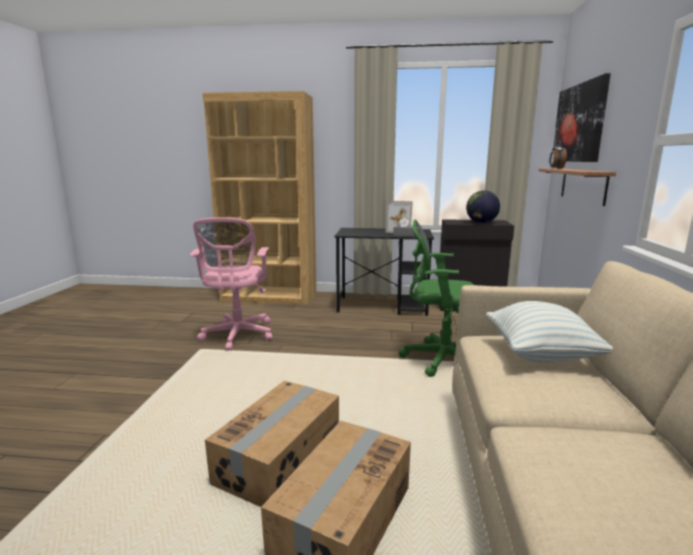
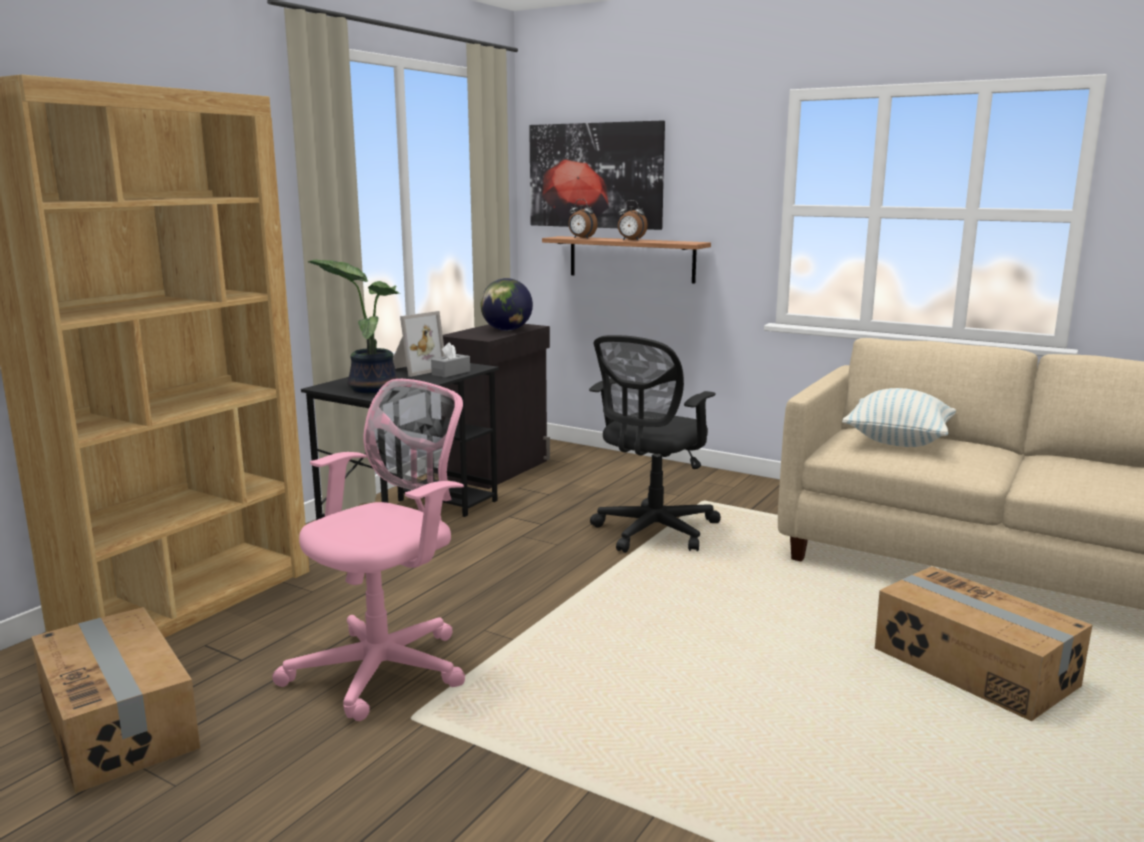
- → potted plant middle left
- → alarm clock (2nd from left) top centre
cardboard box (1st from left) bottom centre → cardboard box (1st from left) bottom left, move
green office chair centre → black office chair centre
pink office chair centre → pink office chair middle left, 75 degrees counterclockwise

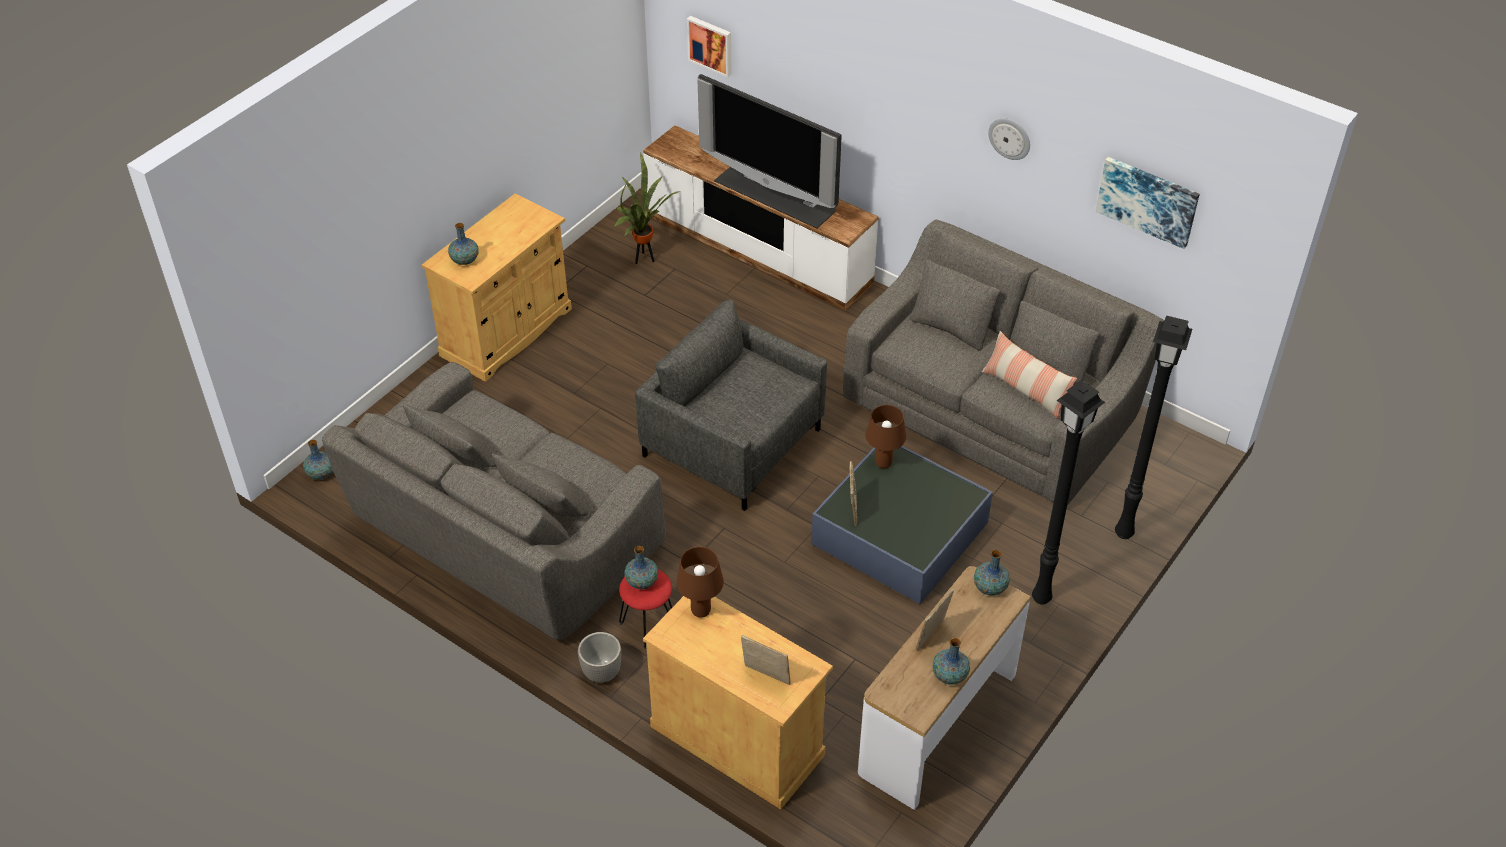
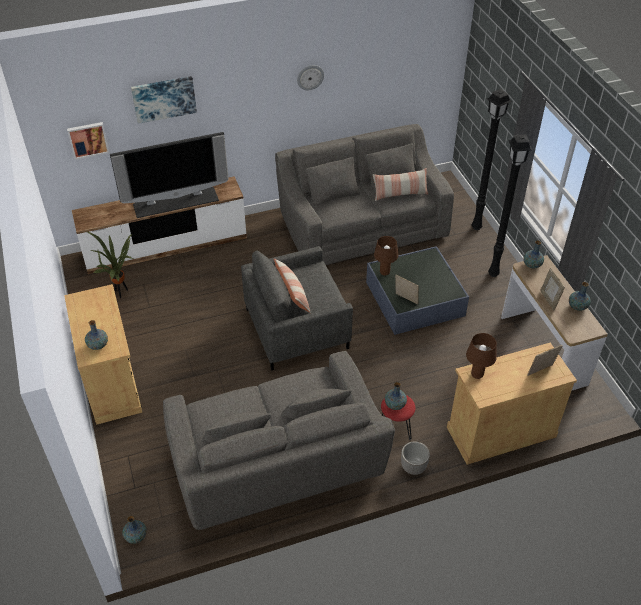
- → pillow (1st from left) centre
picture (2nd from left) top right → picture (2nd from left) top left, move

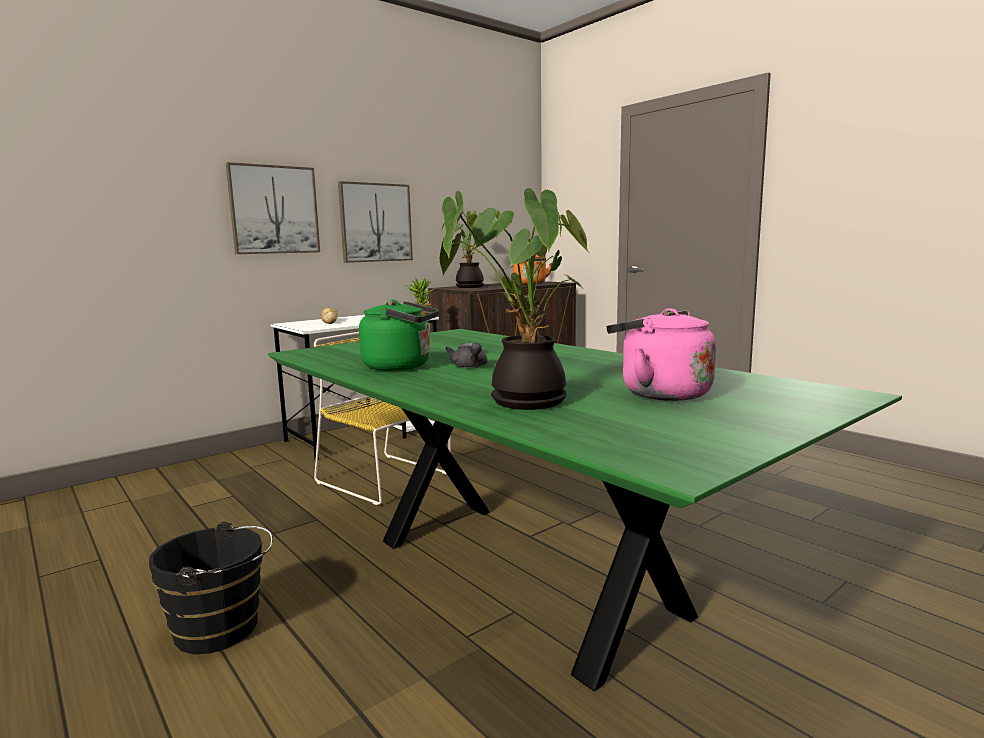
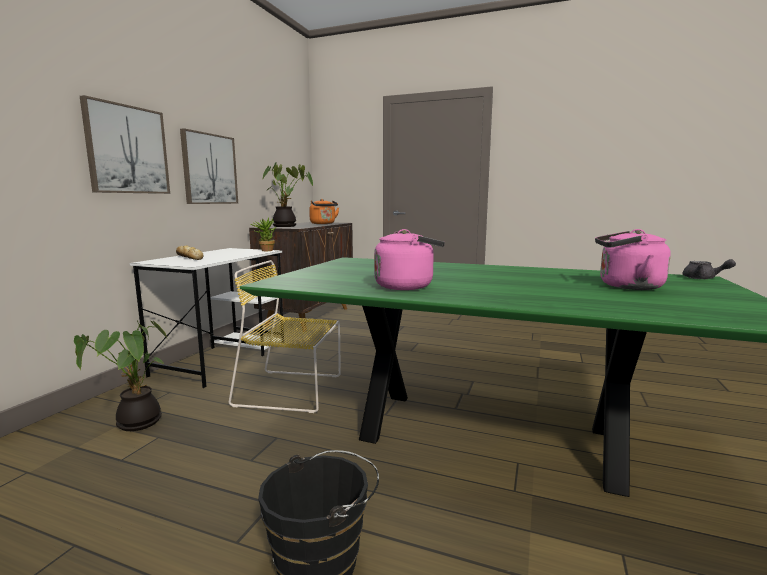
potted plant (3rd from left in the first image) centre → potted plant (1st from left) middle left, move
grey teapot centre → grey teapot middle right, move
green kettle centre → pink kettle (1st from left) centre

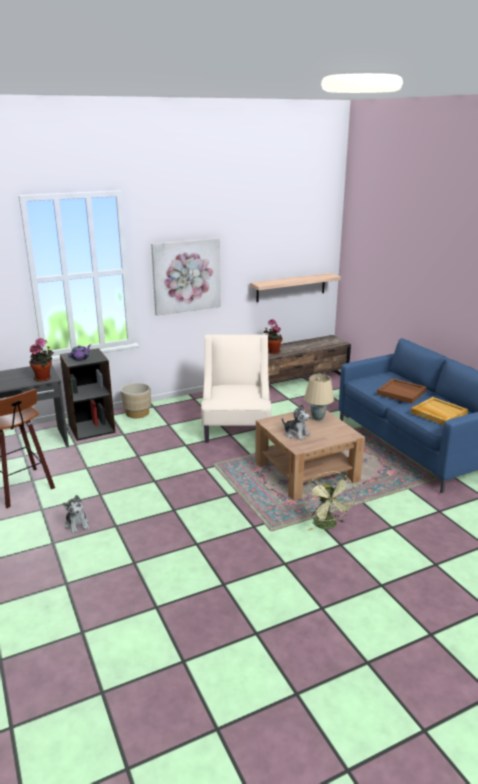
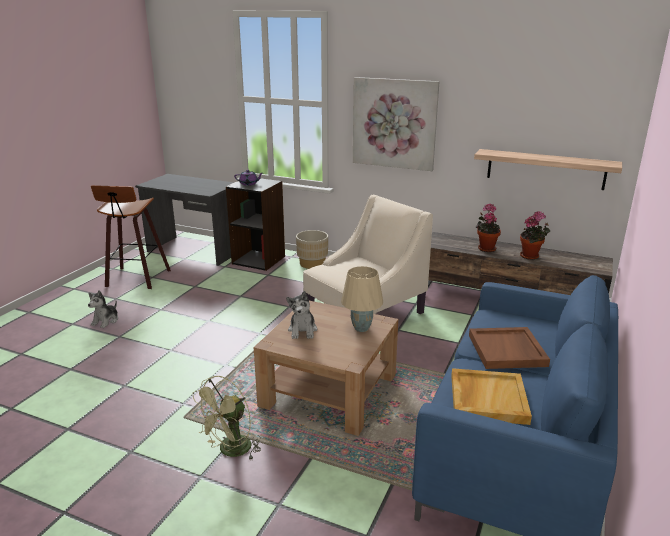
potted plant (1st from left in the first image) middle left → potted plant (2nd from left) middle right, move

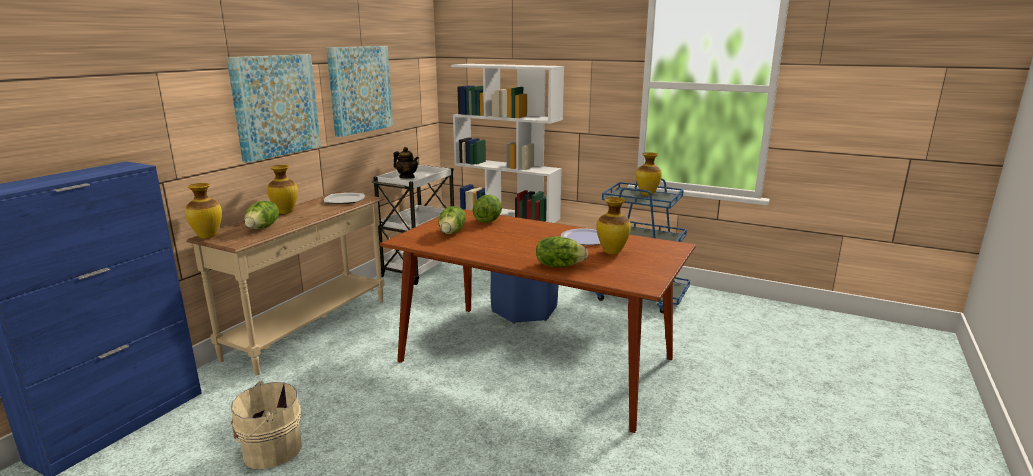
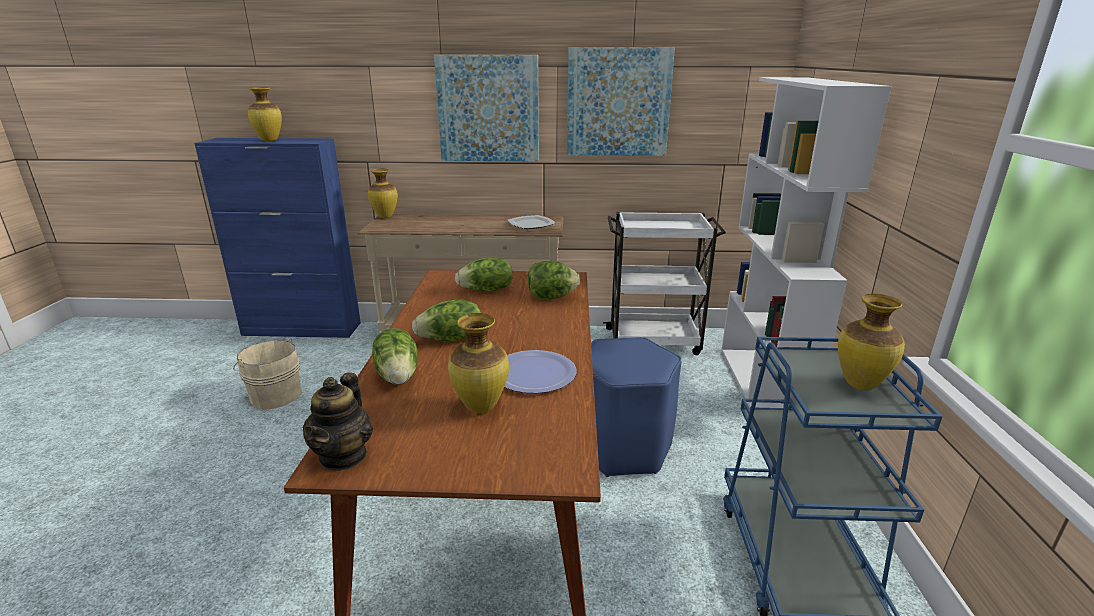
lettuce (1st from left in the first image) middle left → lettuce (2nd from left) centre, move
vase (2nd from left in the first image) middle left → vase (1st from left) top left, move
teapot centre → teapot bottom left, move

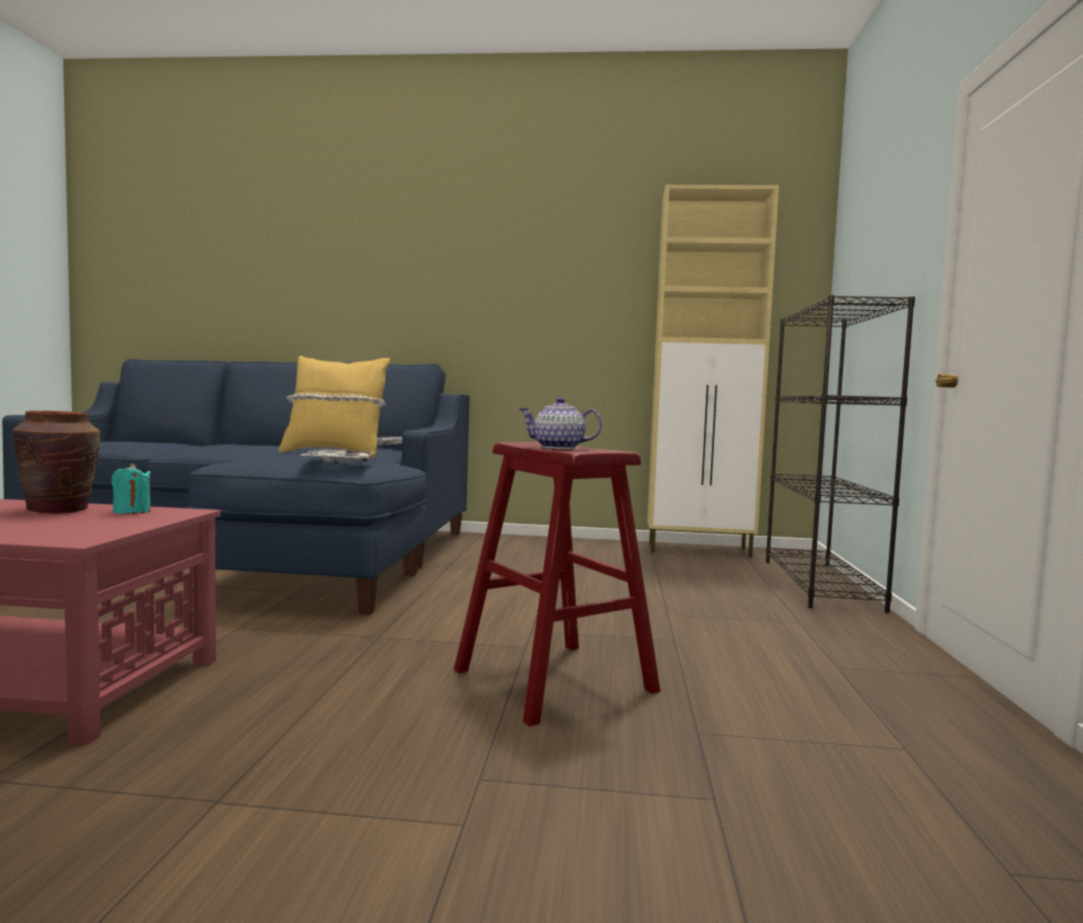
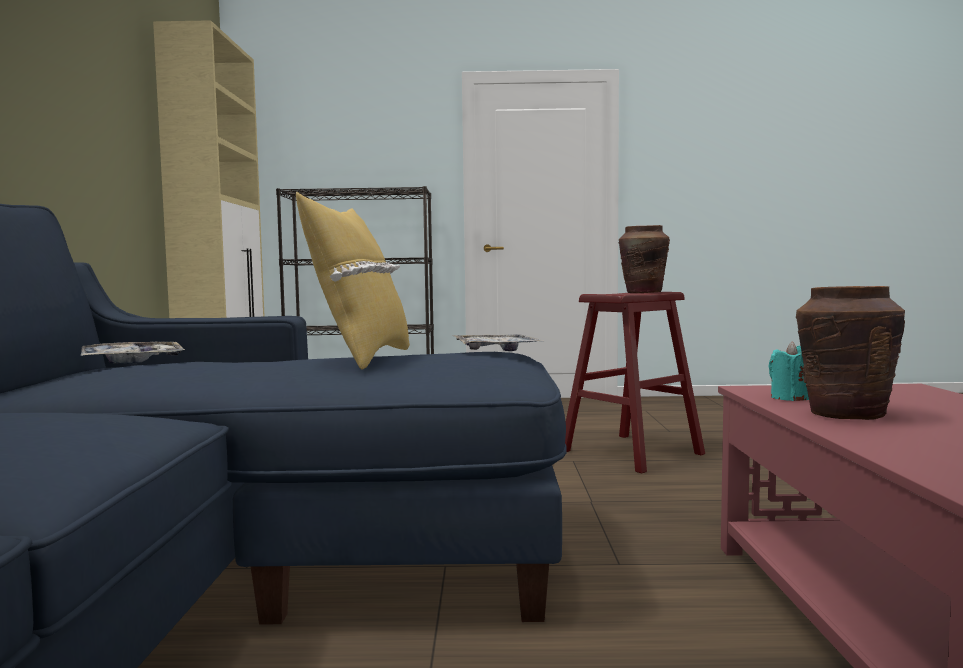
teapot centre → brown vase (1st from left) middle right

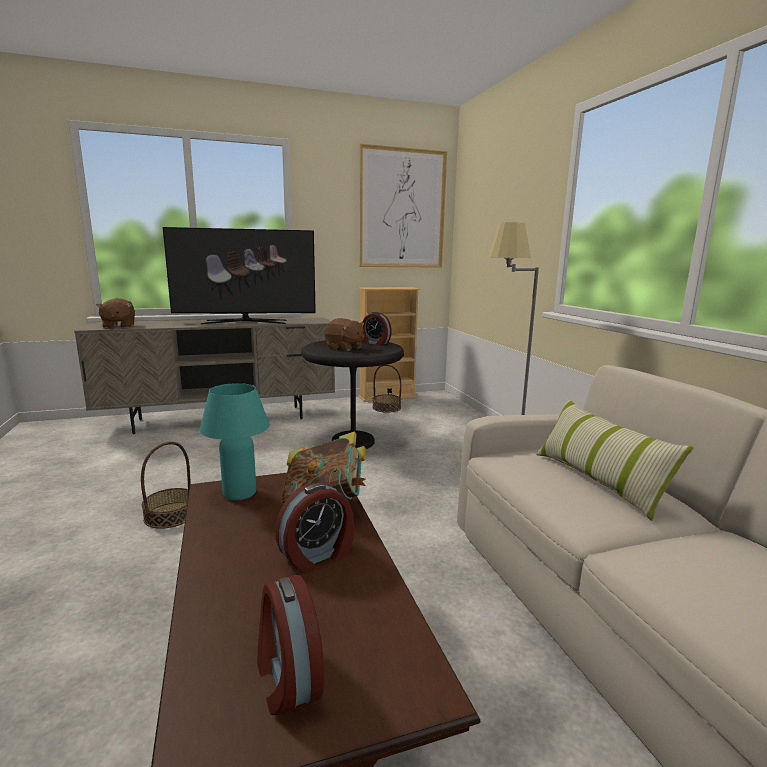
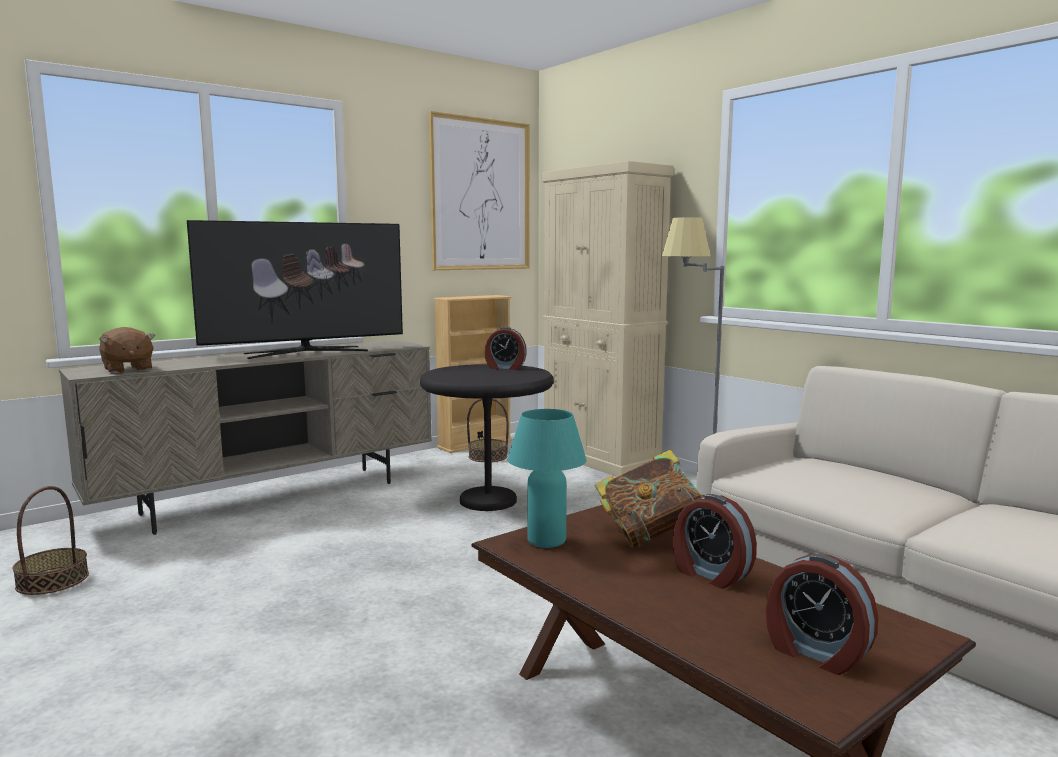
brown plush toy (2nd from left) centre → -
pillow middle right → -
- → beige cabinet centre
basket (1st from left) middle left → basket (1st from left) bottom left, move
alarm clock (2nd from left) bottom centre → alarm clock (2nd from left) bottom right, 105 degrees clockwise

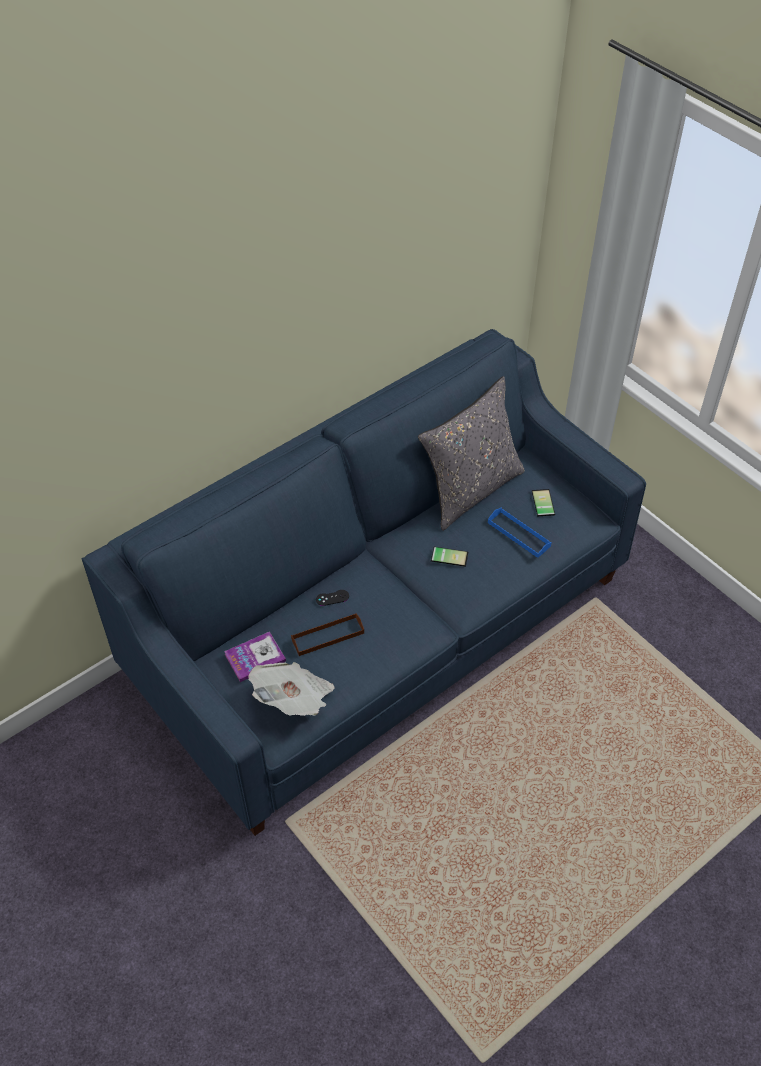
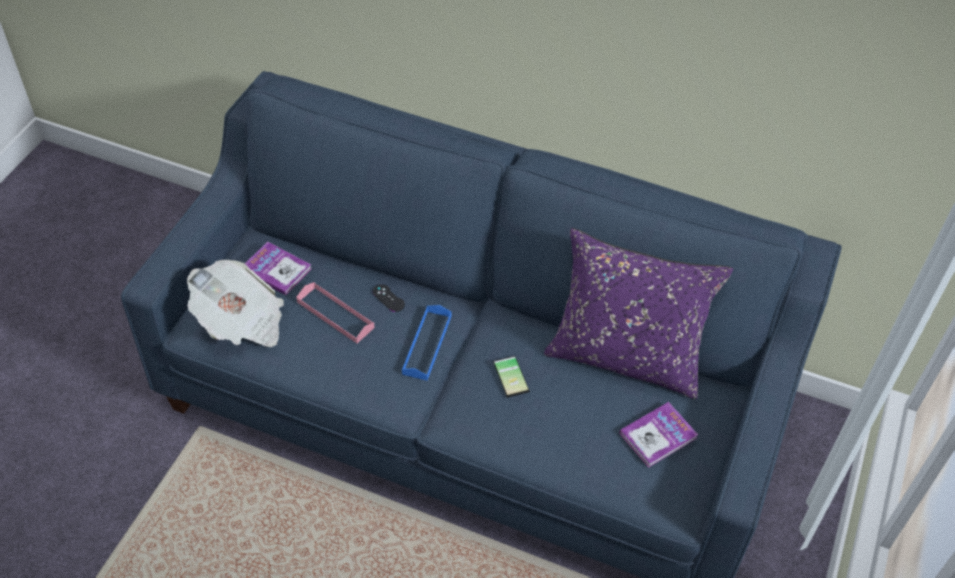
blue tray middle right → blue tray centre, move
phone (2nd from left) middle right → book (2nd from left) bottom right
brown tray centre → pink tray centre
grey pillow centre → purple pillow middle right

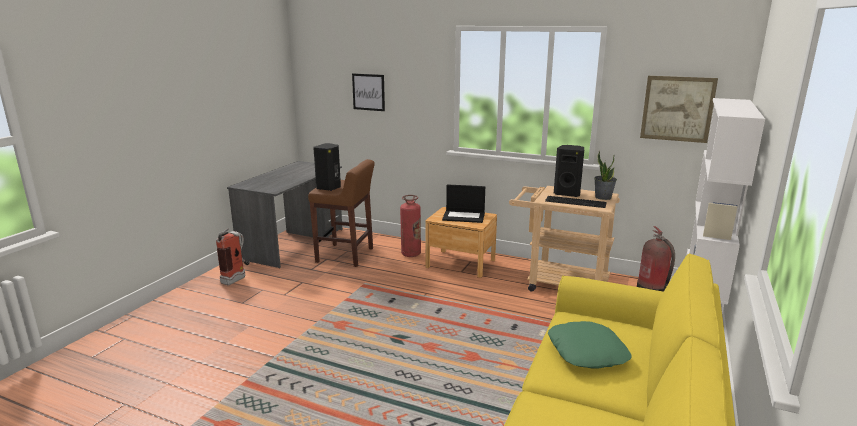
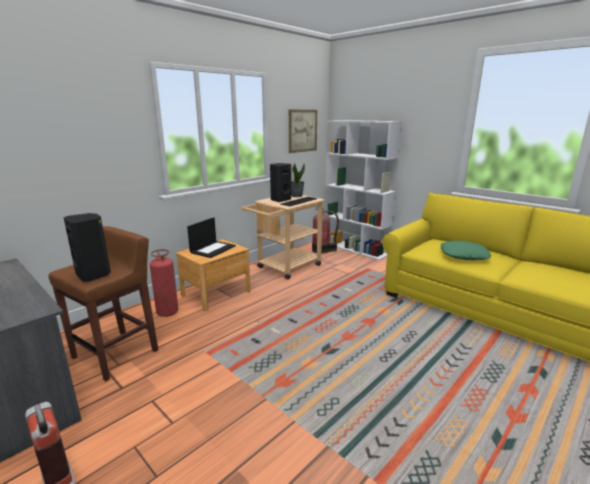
picture (1st from left) top centre → -

